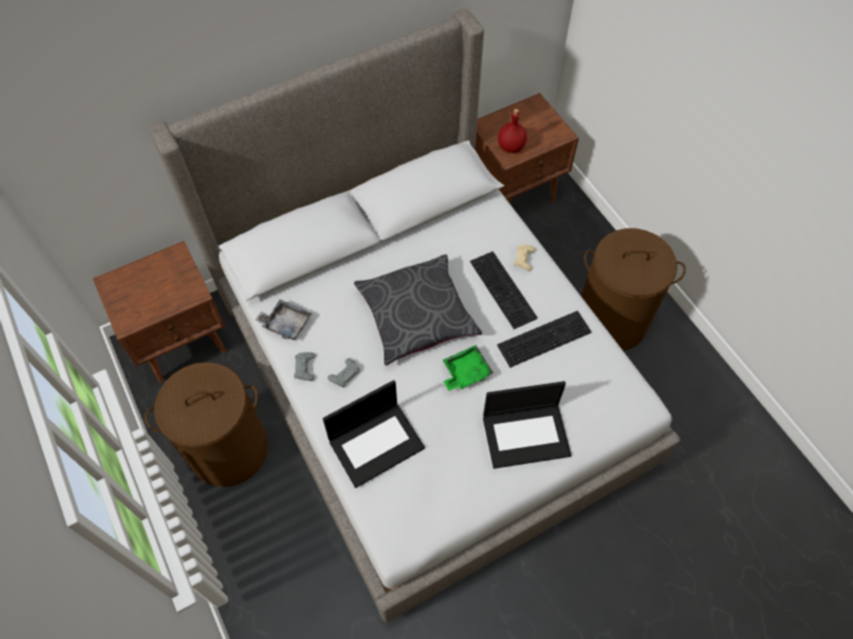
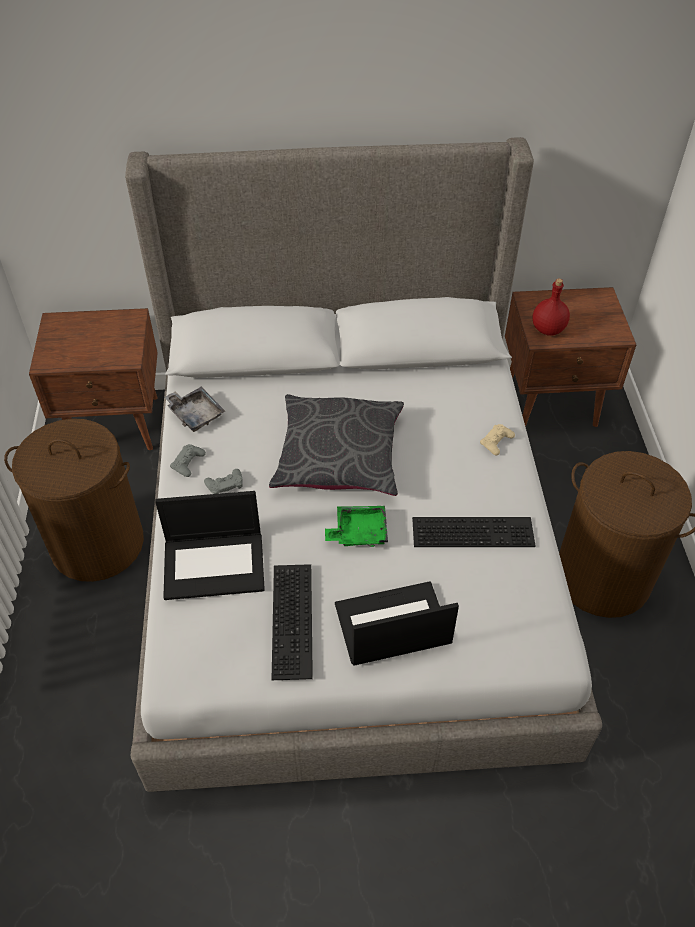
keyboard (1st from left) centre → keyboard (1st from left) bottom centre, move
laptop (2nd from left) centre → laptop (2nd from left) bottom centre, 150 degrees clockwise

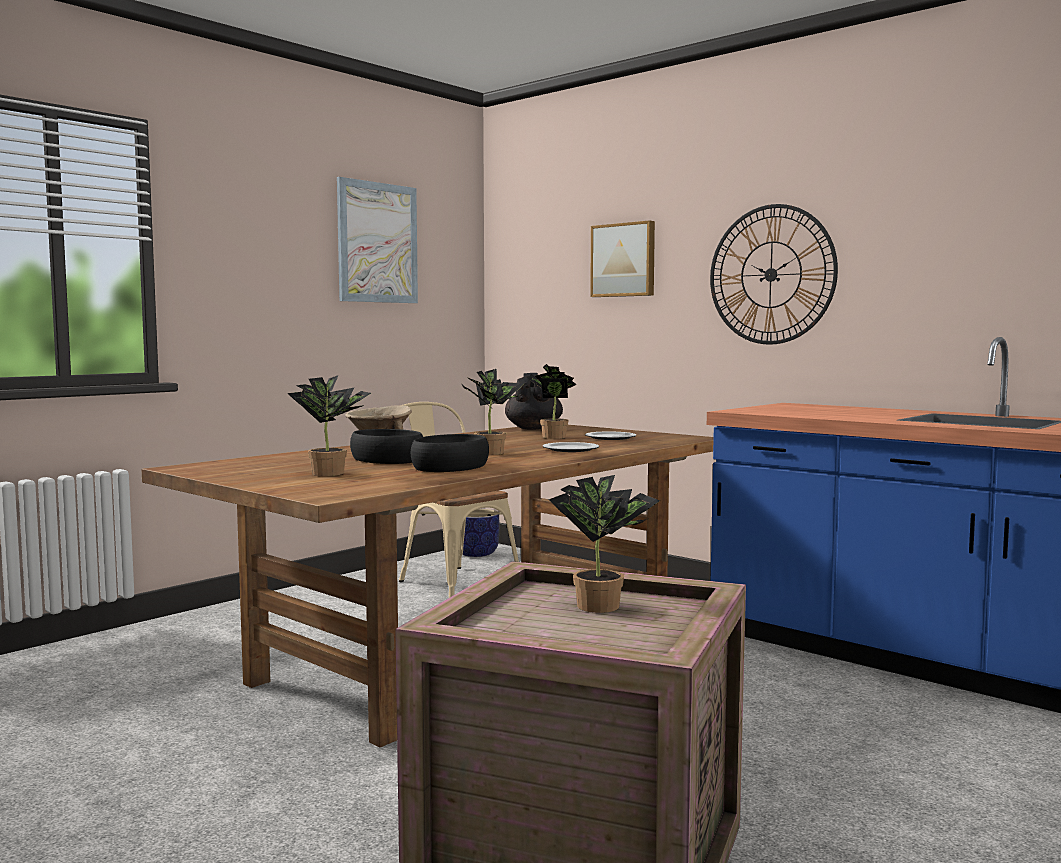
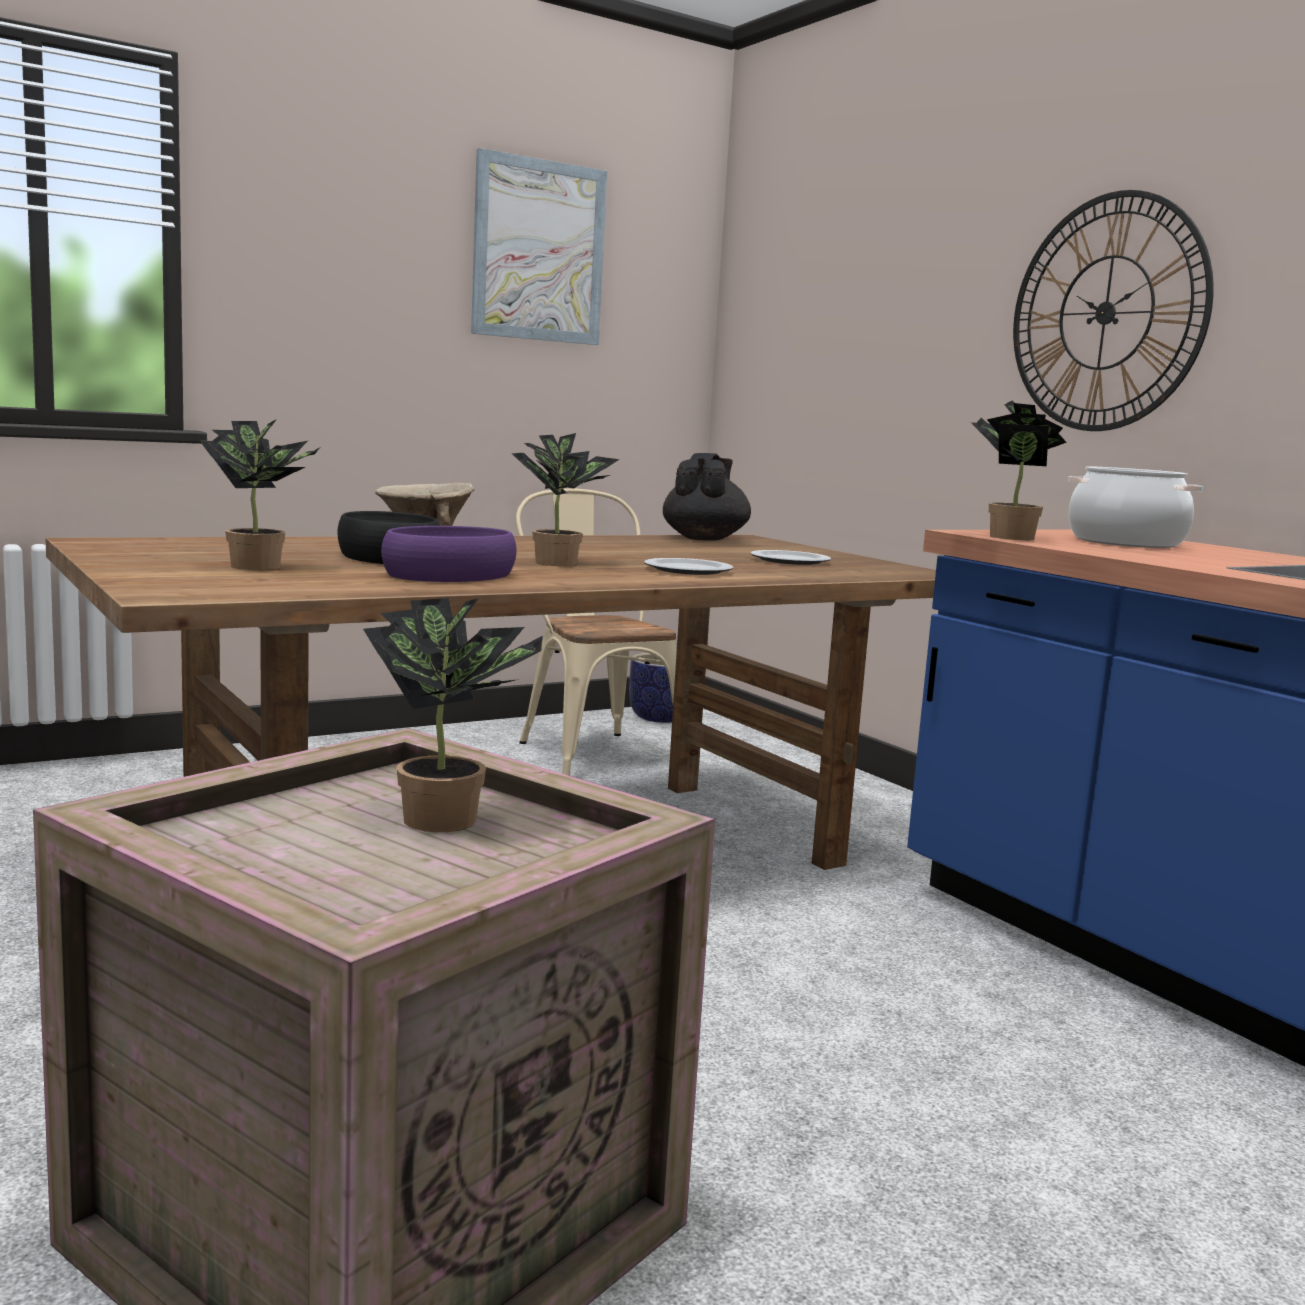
picture (2nd from left) top centre → -
- → cooking pot middle right
potted plant (3rd from left in the first image) centre → potted plant (4th from left) middle right, move
black bowl (2nd from left) centre → purple bowl centre

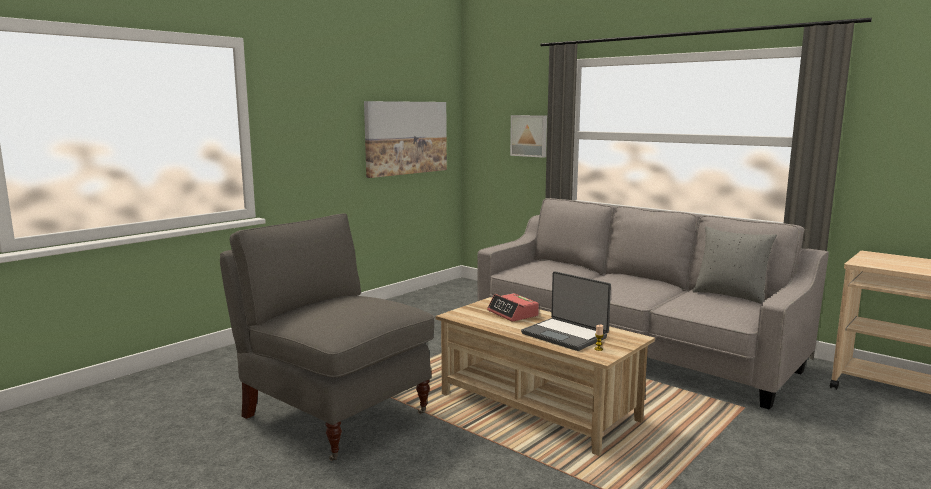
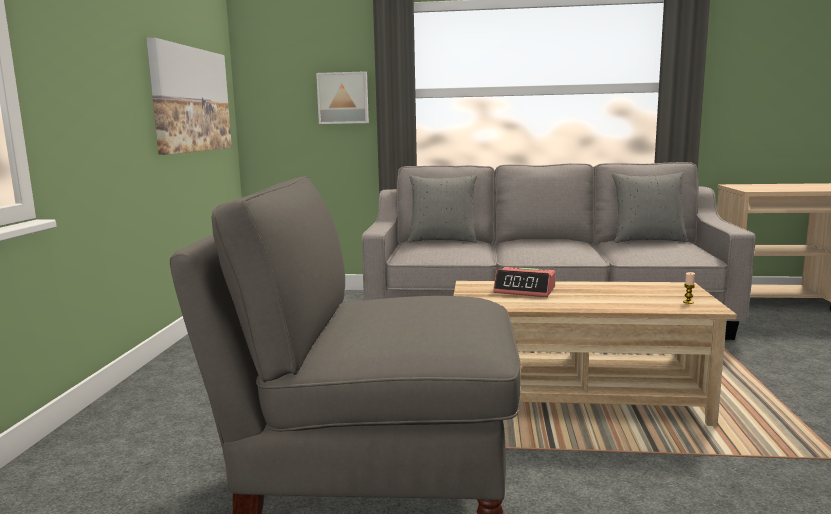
laptop centre → -
- → grey pillow (1st from left) centre

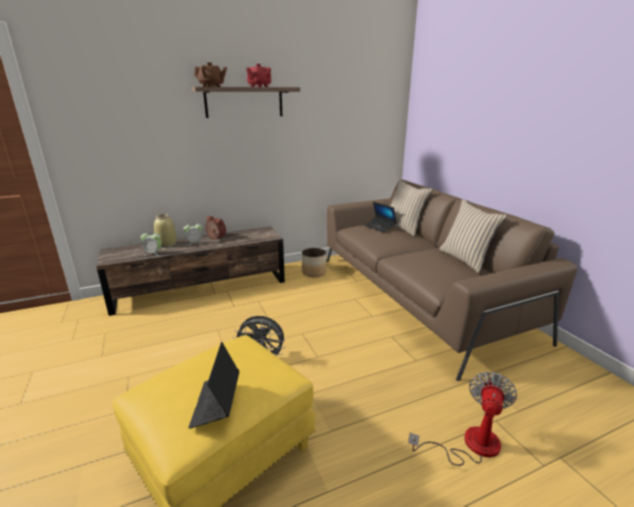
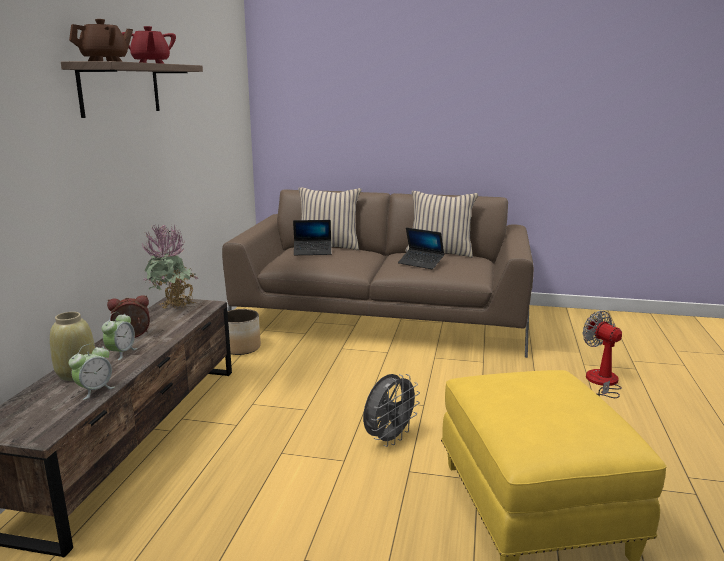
- → potted plant middle left
laptop (1st from left in the first image) bottom centre → laptop (2nd from left) centre, move

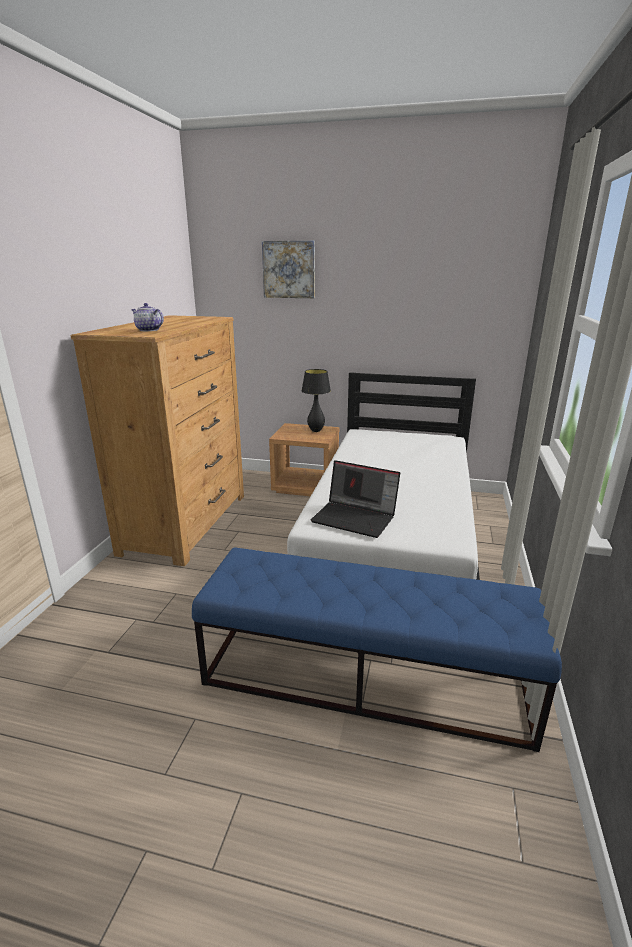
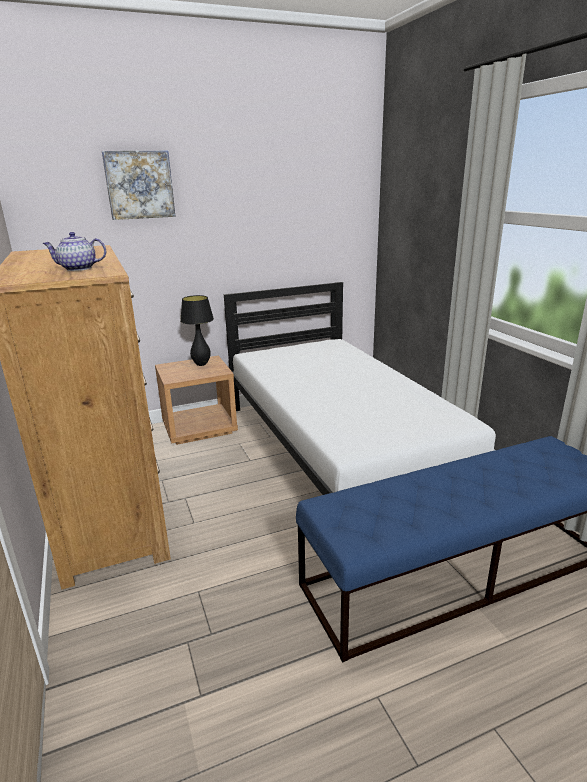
laptop centre → -

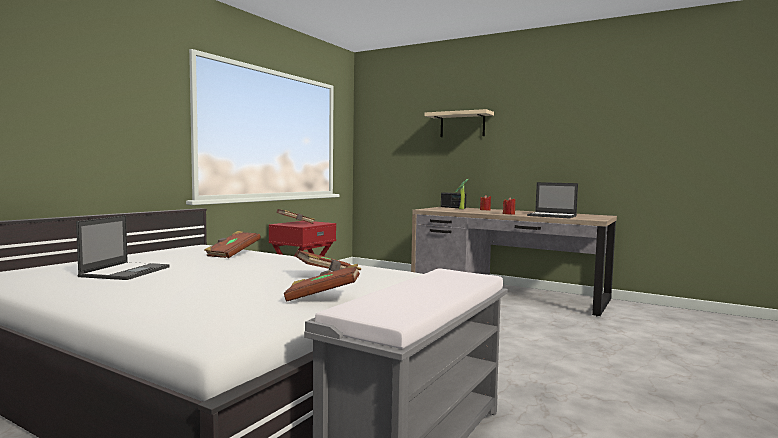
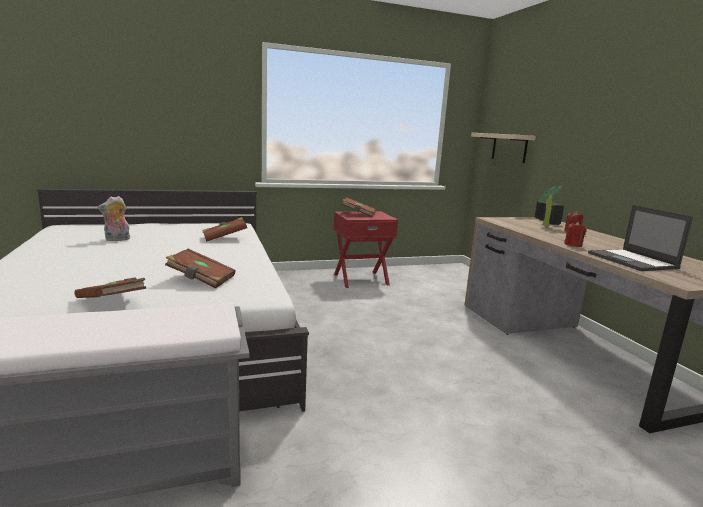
beige shelf top centre → beige shelf top right, move
laptop (1st from left) middle left → plush toy middle left

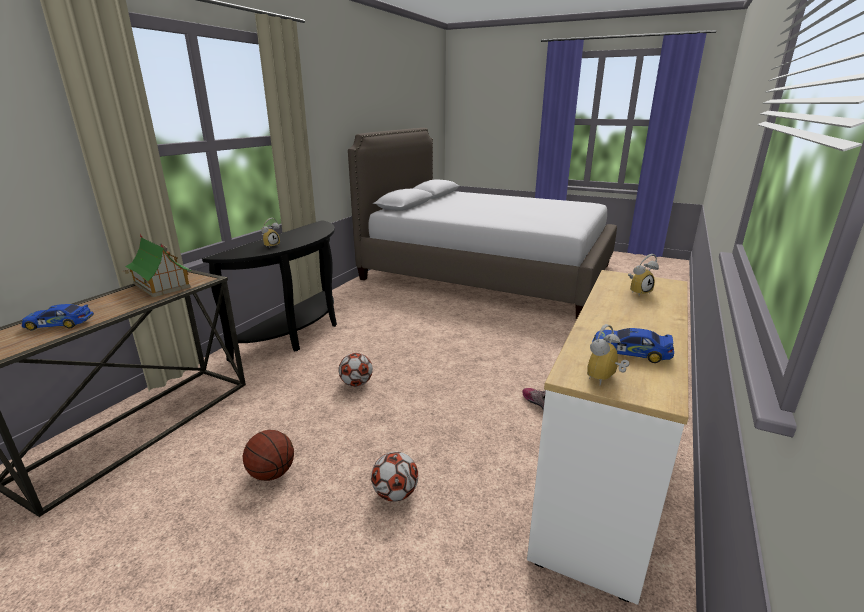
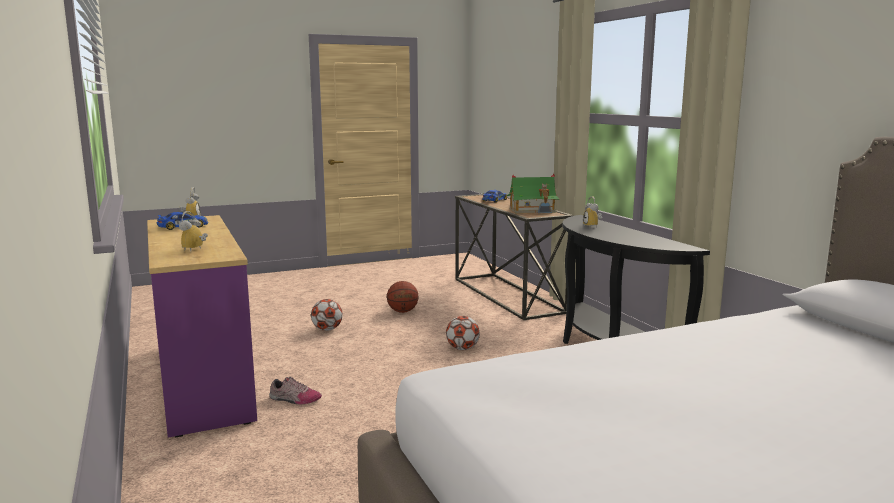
white dresser bottom right → purple dresser middle left

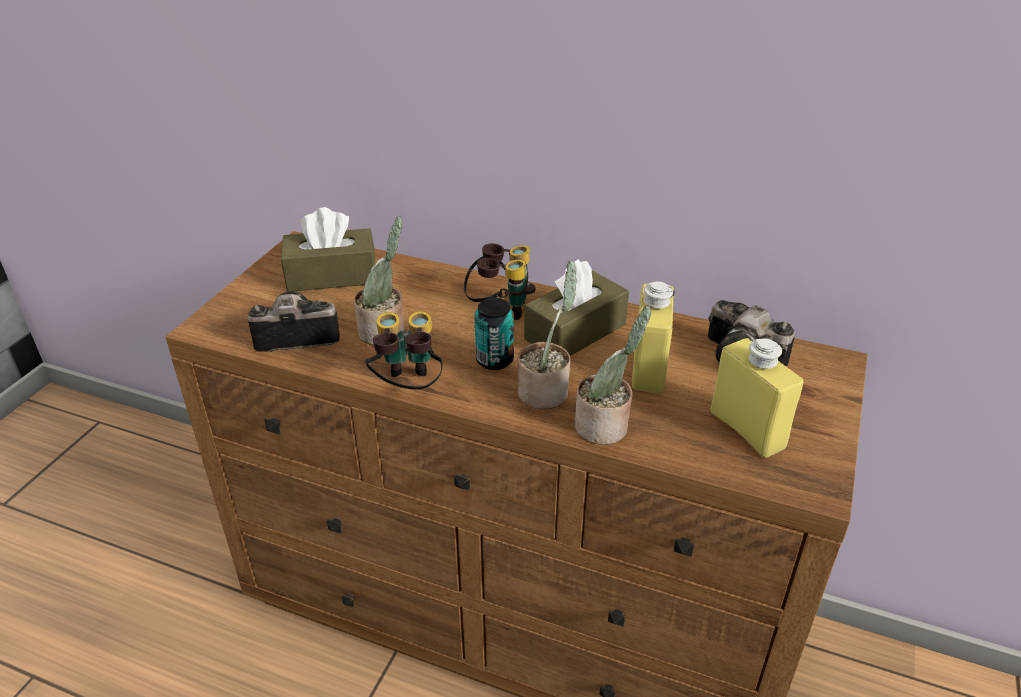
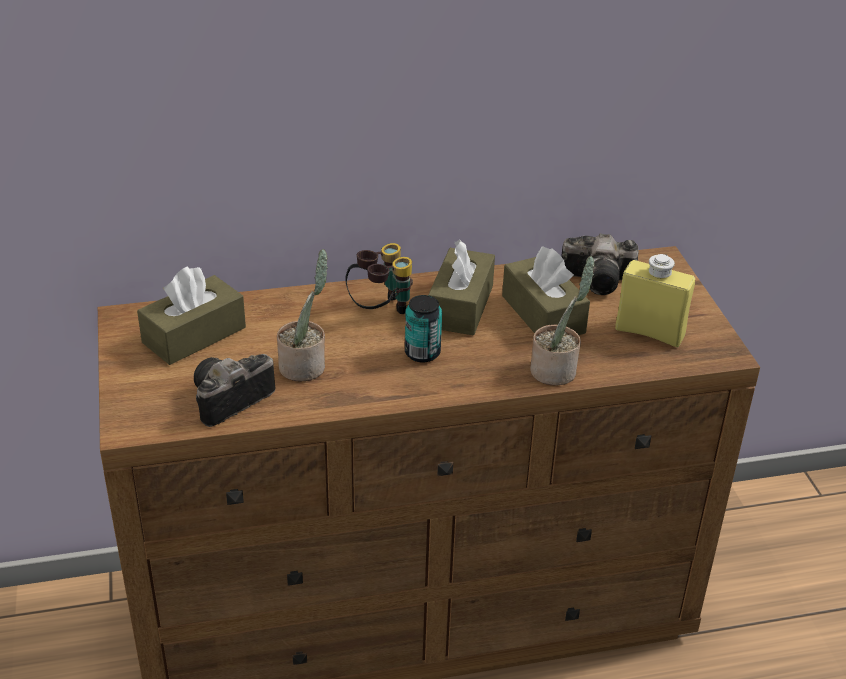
binoculars (1st from left) centre → -
potted plant (2nd from left) centre → -
yellow bottle (1st from left) centre → brown tissue box (3rd from left) centre

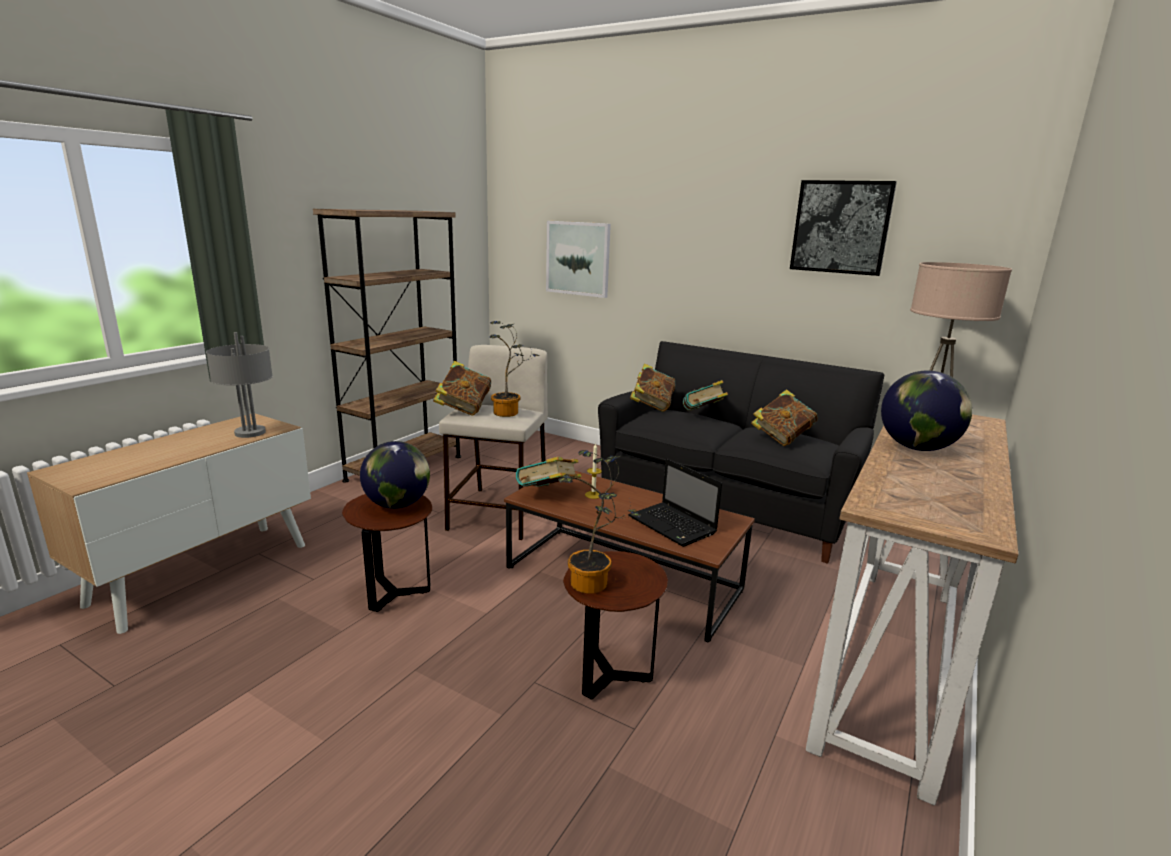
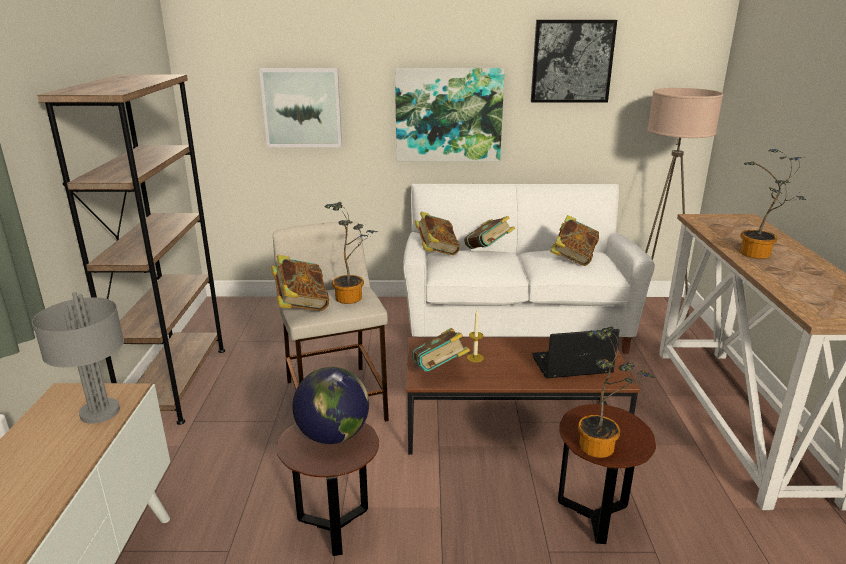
- → picture (2nd from left) top centre
globe (2nd from left) middle right → potted plant (3rd from left) middle right
black sofa centre → white sofa centre
laptop centre → laptop middle right, 150 degrees clockwise

